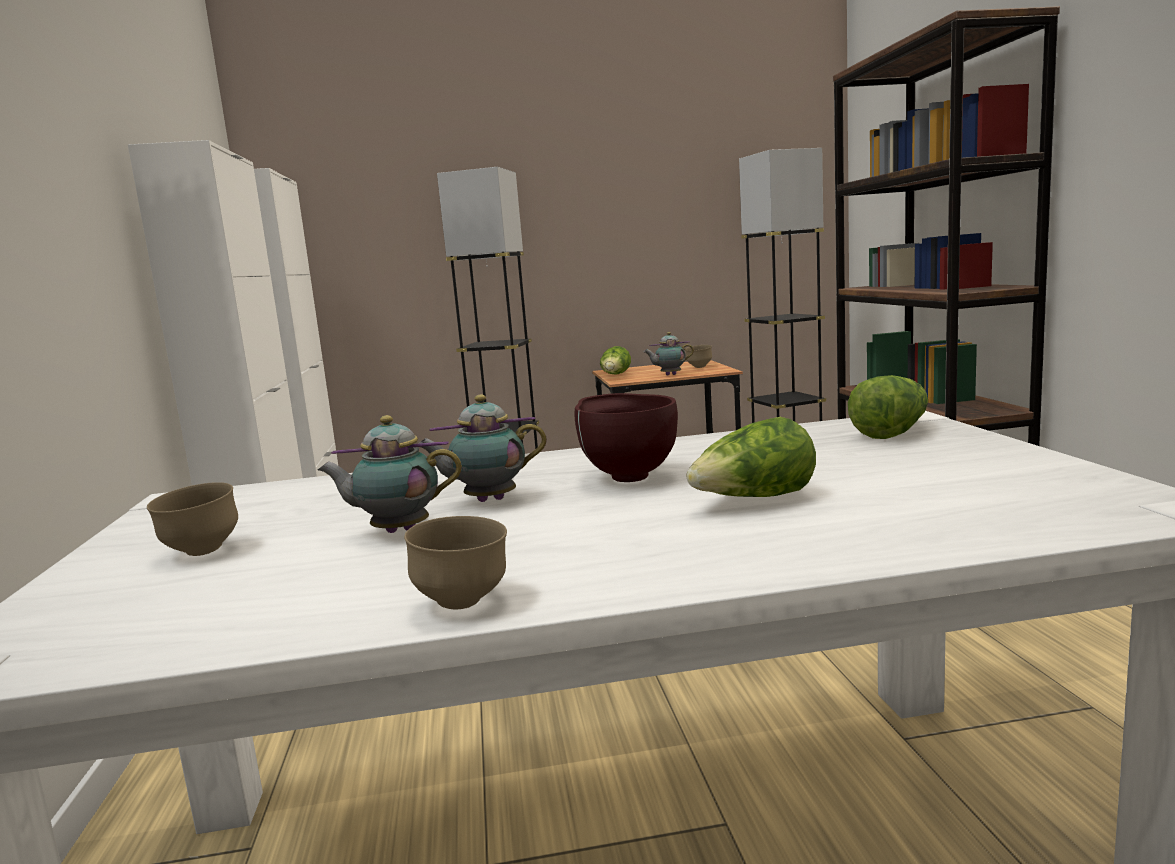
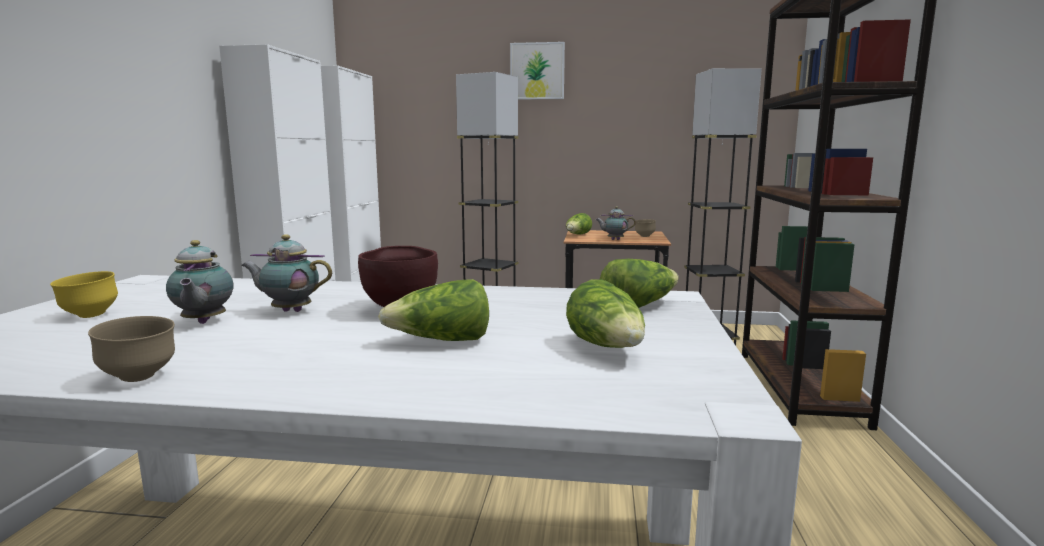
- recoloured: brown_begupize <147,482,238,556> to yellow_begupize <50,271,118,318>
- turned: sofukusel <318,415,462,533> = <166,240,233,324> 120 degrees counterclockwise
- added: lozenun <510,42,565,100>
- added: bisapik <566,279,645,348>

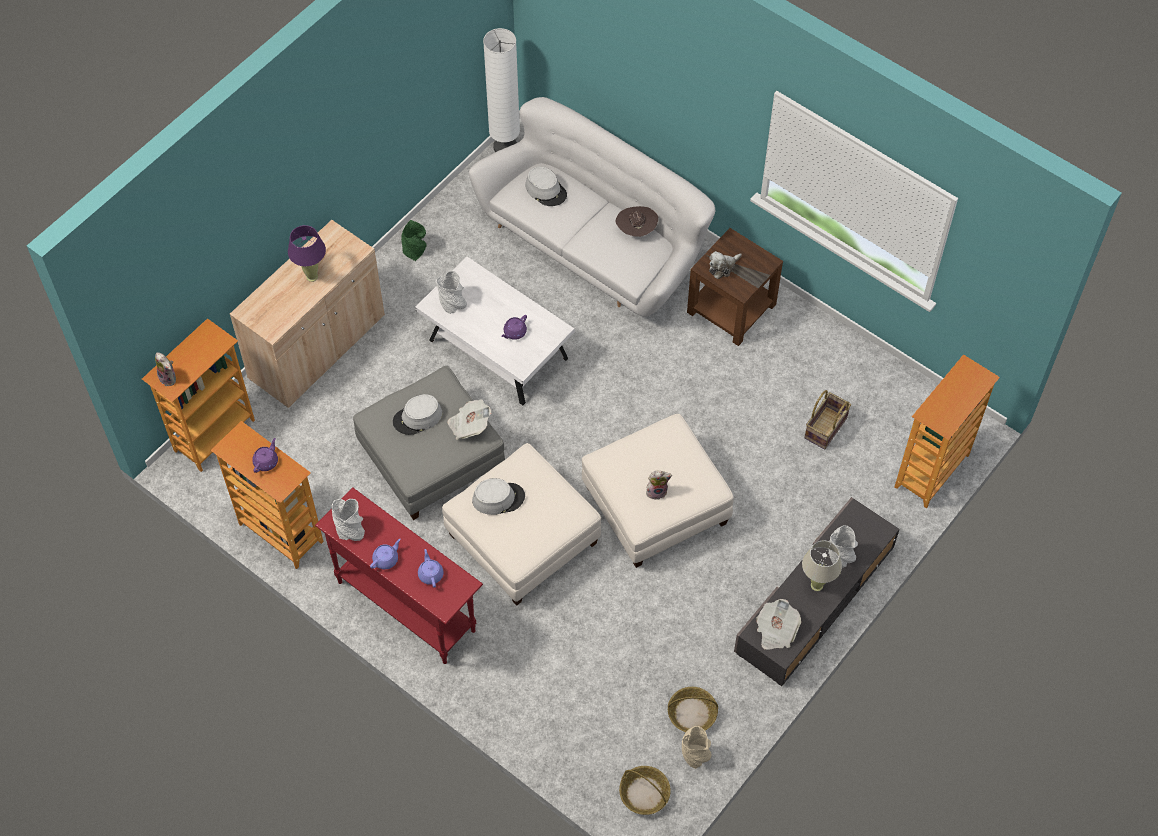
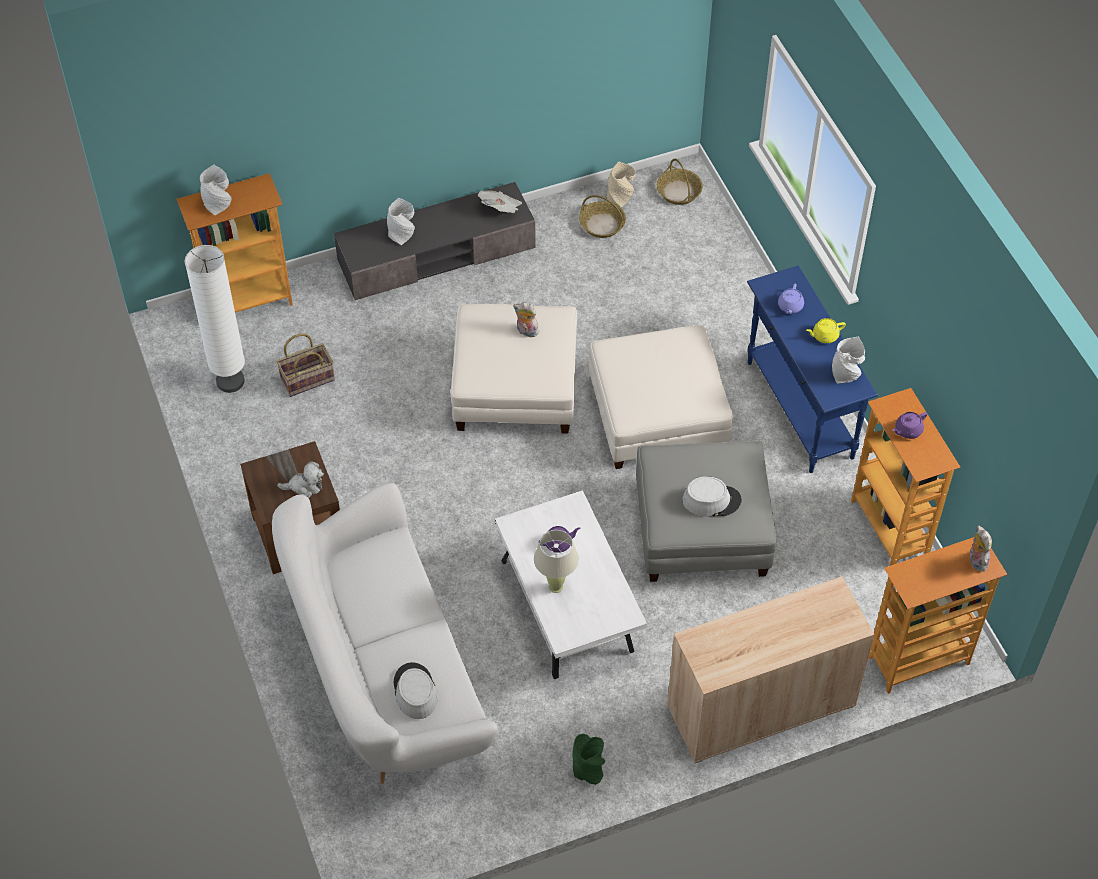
- removed: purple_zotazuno <288,225,326,282>
- recoloured: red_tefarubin <315,487,483,664> to blue_tefarubin <747,265,878,473>
- recoloured: purple_sofukusel <370,539,401,569> to yellow_sofukusel <806,318,846,343>
- moved: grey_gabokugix <436,271,467,314> to <200,165,232,215>
- removed: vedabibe <447,399,491,440>
- removed: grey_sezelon <472,478,525,515>
- moved: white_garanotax <483,28,520,152> to <185,245,245,393>
- removed: brown_sezelon <615,206,658,237>
- moved: beige_zotazuno <802,540,842,591> to <534,530,579,593>

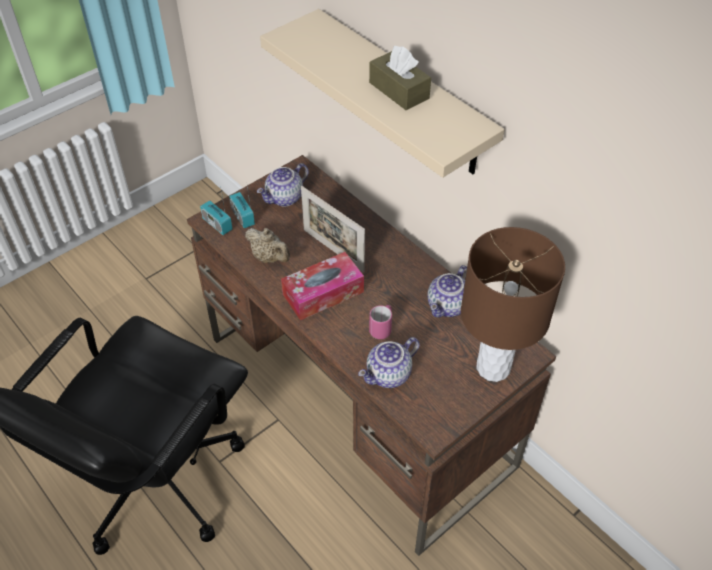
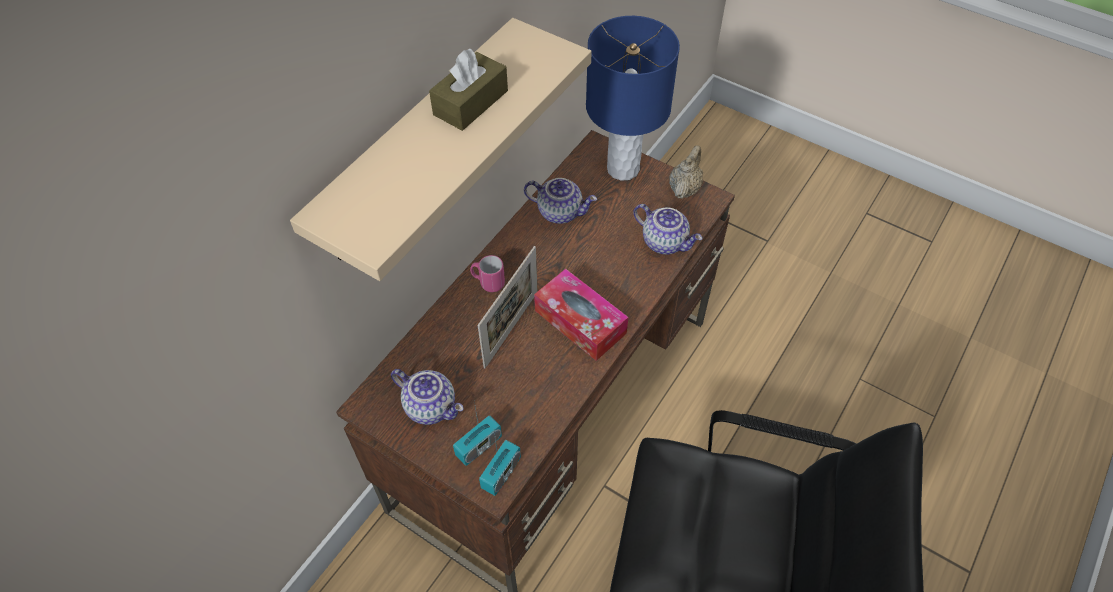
- moved: beige_sofukusel <245,228,290,263> to <669,145,703,199>
- moved: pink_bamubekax <369,305,392,339> to <470,255,505,292>
- recoloured: brown_zotazuno <461,227,565,382> to blue_zotazuno <586,16,680,181>

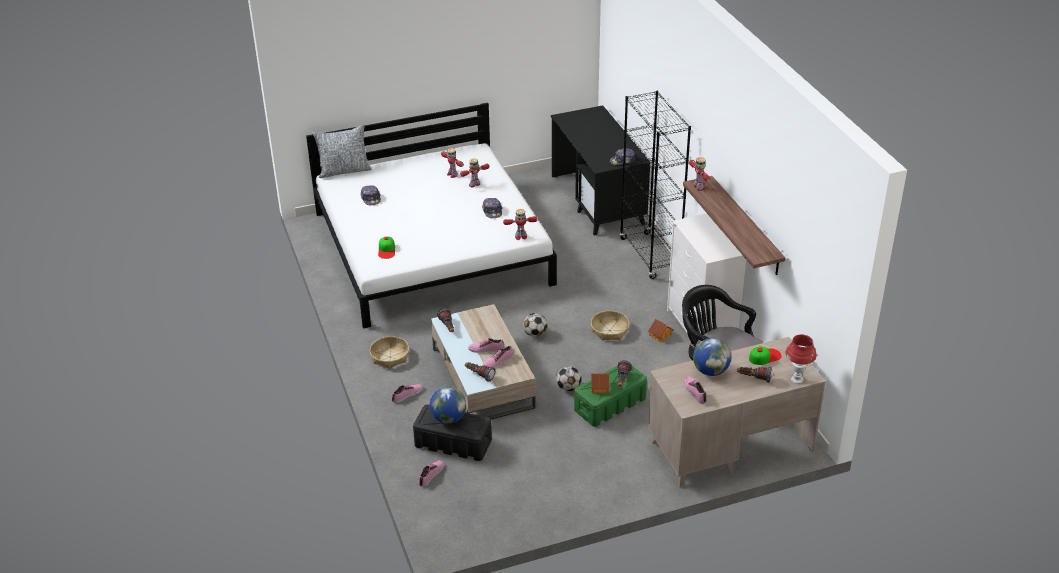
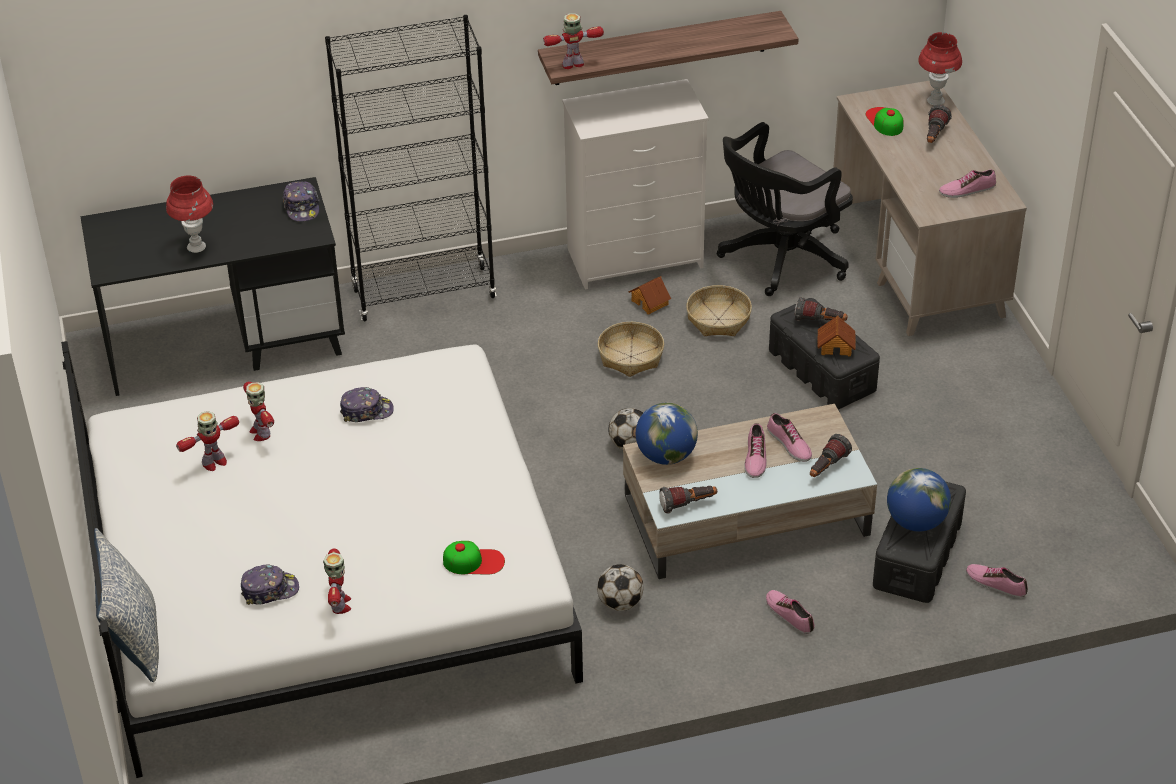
- moved: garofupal <370,336,409,369> to <686,285,752,336>
- moved: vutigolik <503,209,537,240> to <323,548,351,614>
- moved: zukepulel <556,366,581,391> to <597,564,644,611>
- recoloured: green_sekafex <574,366,647,427> to black_sekafex <769,298,880,409>
- moved: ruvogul <693,338,731,376> to <636,403,698,465>
- added: red_zotazuno <166,176,213,253>

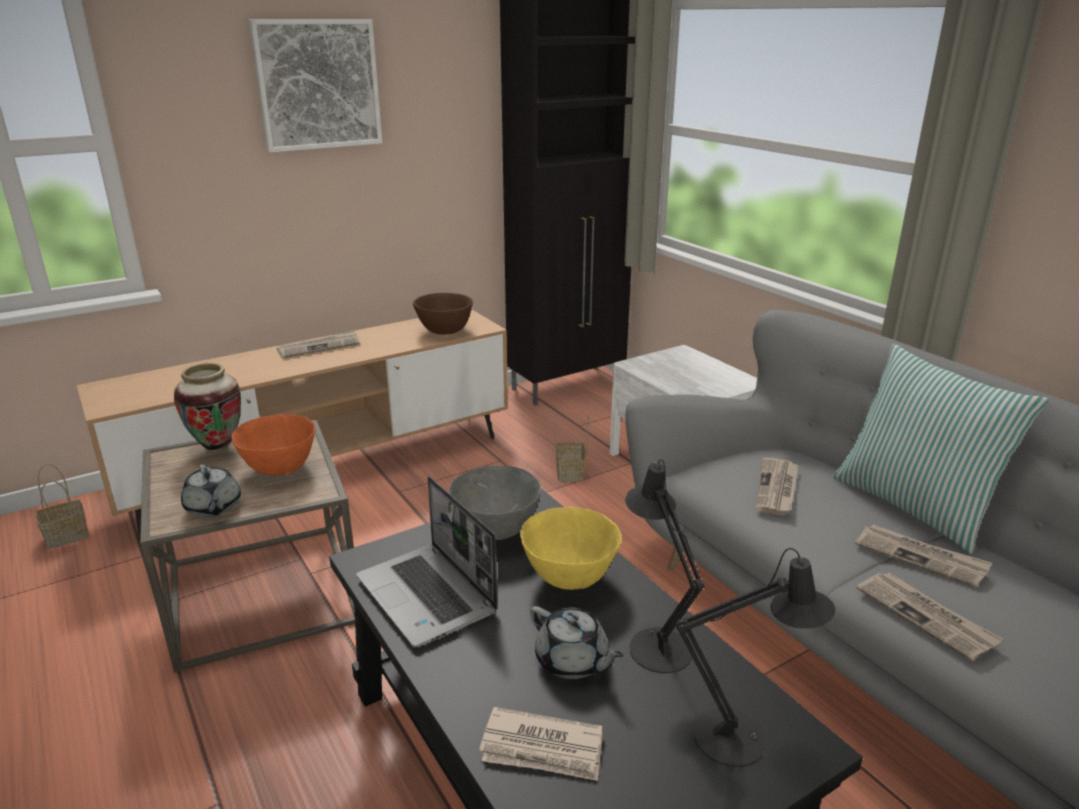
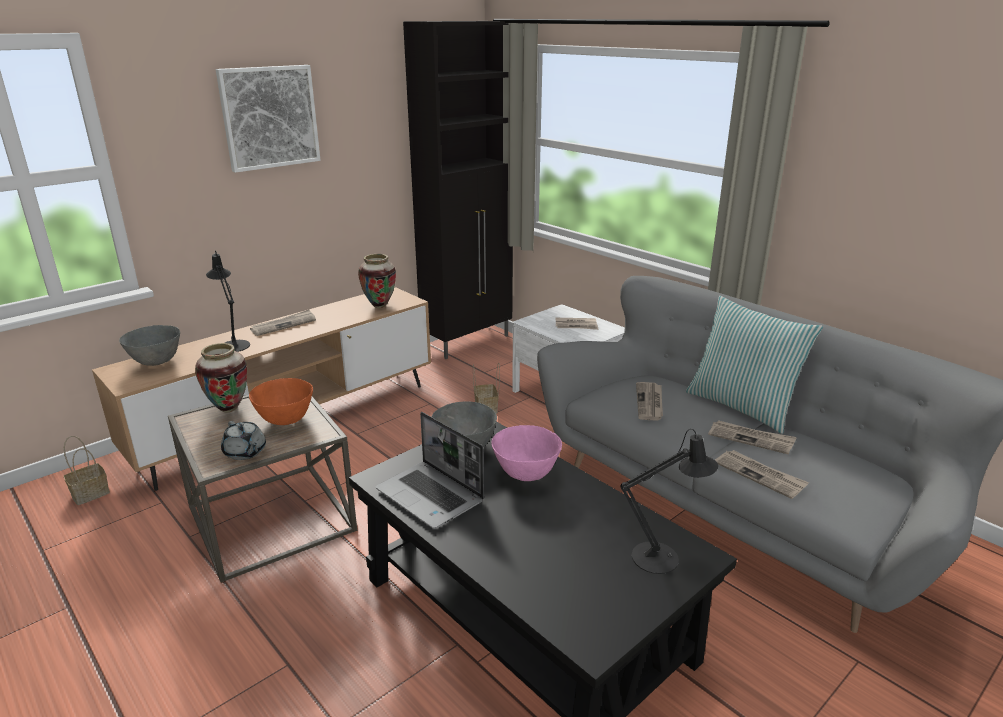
- replaced: brown_begupize <413,293,473,335> to gabokugix <358,254,396,308>
- moved: vedabibe <479,707,602,781> to <555,318,598,330>
- recoloured: yellow_begupize <520,507,622,590> to pink_begupize <491,425,562,481>
- removed: grey_sofukusel <530,606,624,679>
- moved: black_zotazuno <625,459,705,673> to <206,250,250,352>
- added: grey_begupize <119,325,180,366>

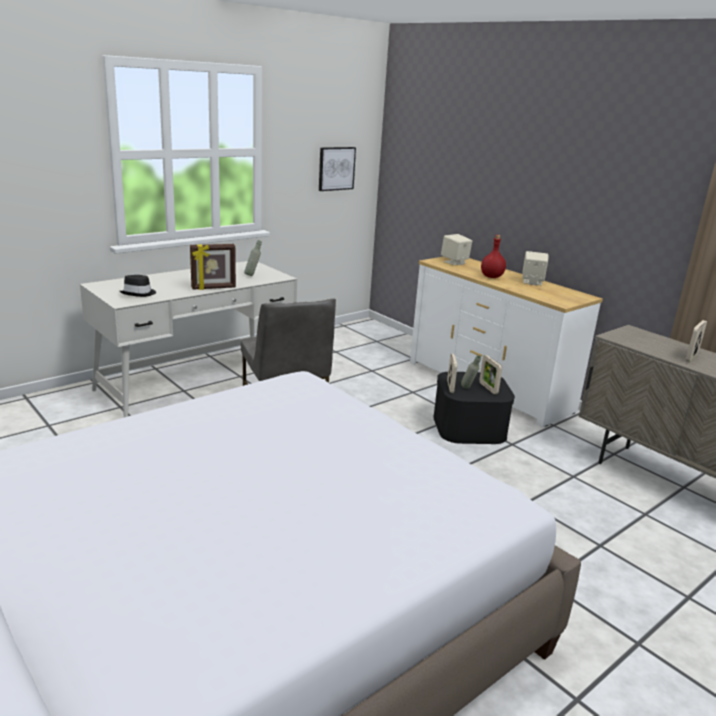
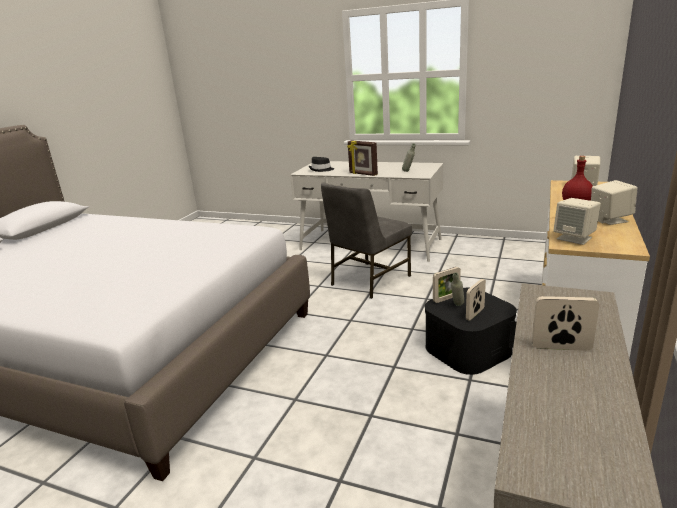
- removed: lozenun <319,147,356,191>
- added: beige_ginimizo <553,198,601,245>

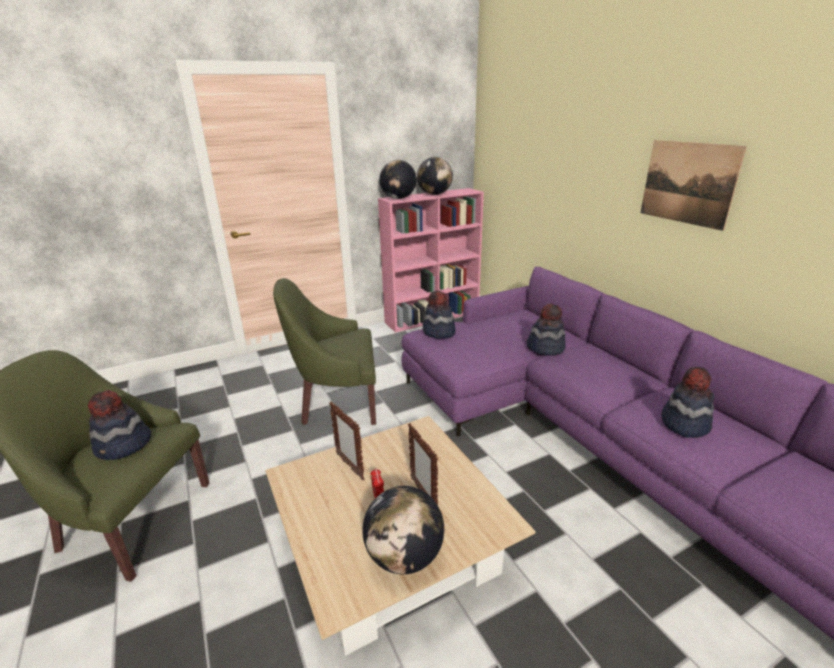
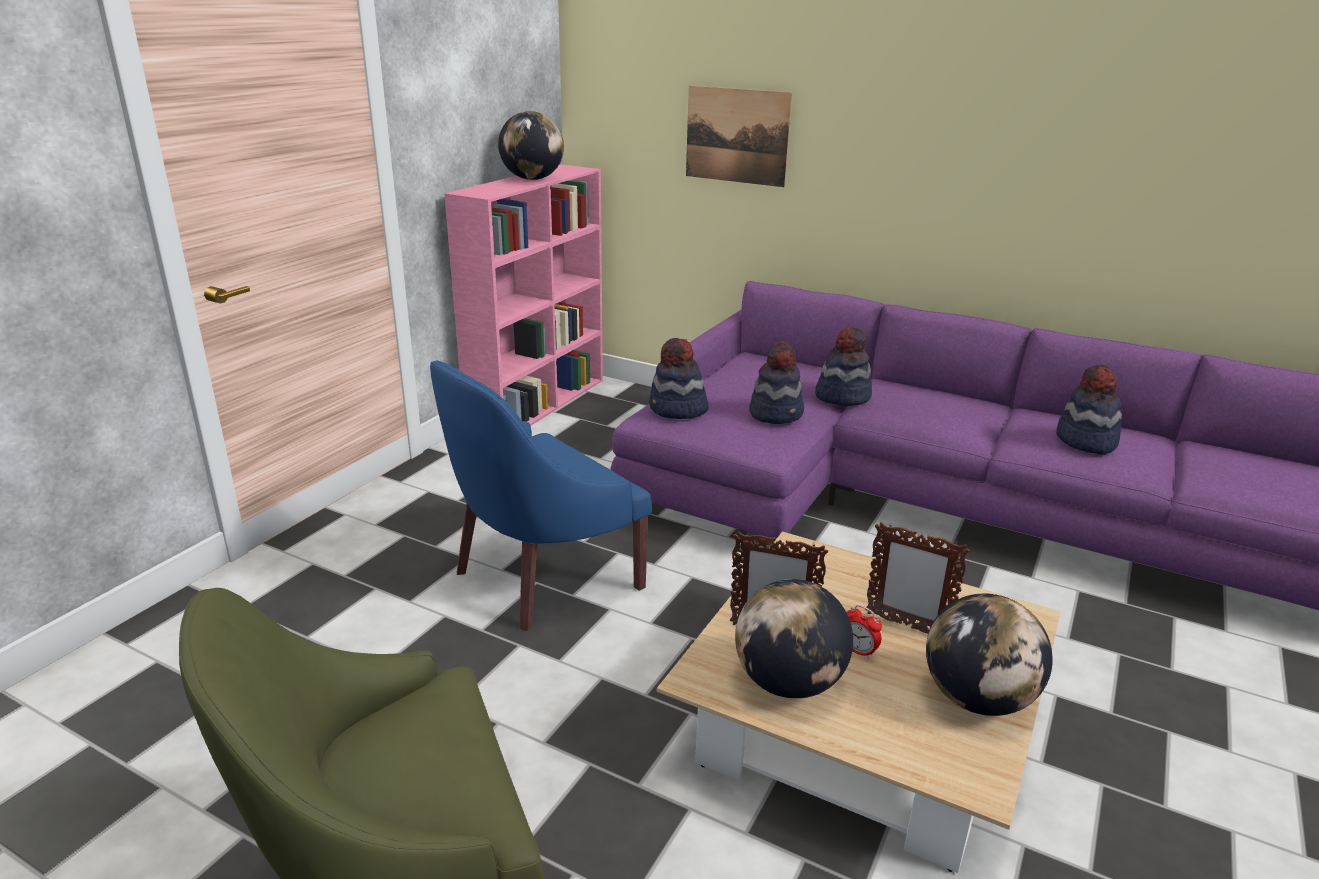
- moved: sezelon <88,390,151,460> to <749,341,804,424>
- recoloured: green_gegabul <273,278,376,425> to blue_gegabul <430,360,652,631>
- moved: ruvogul <379,160,417,199> to <735,579,853,699>
- moved: lozenun <641,140,747,231> to <686,86,792,187>

